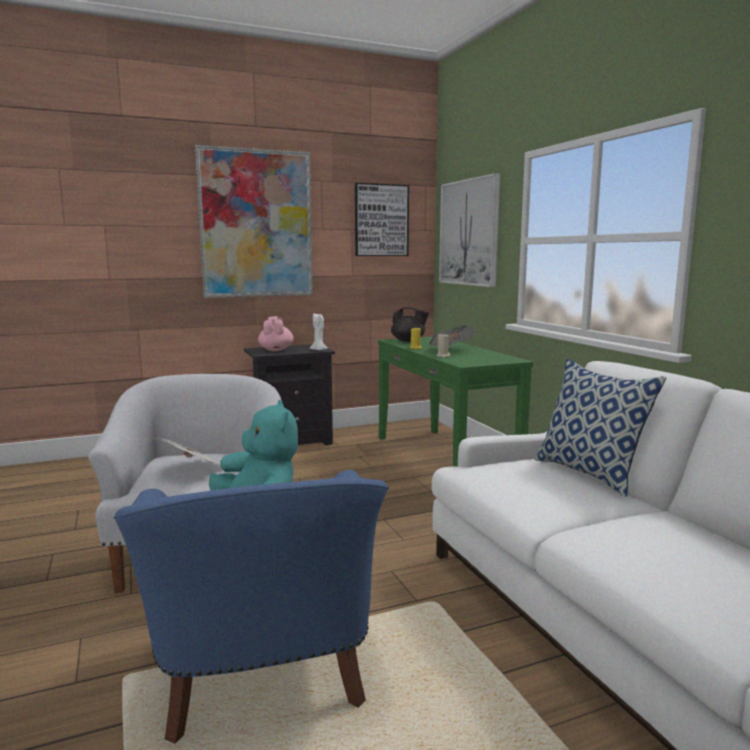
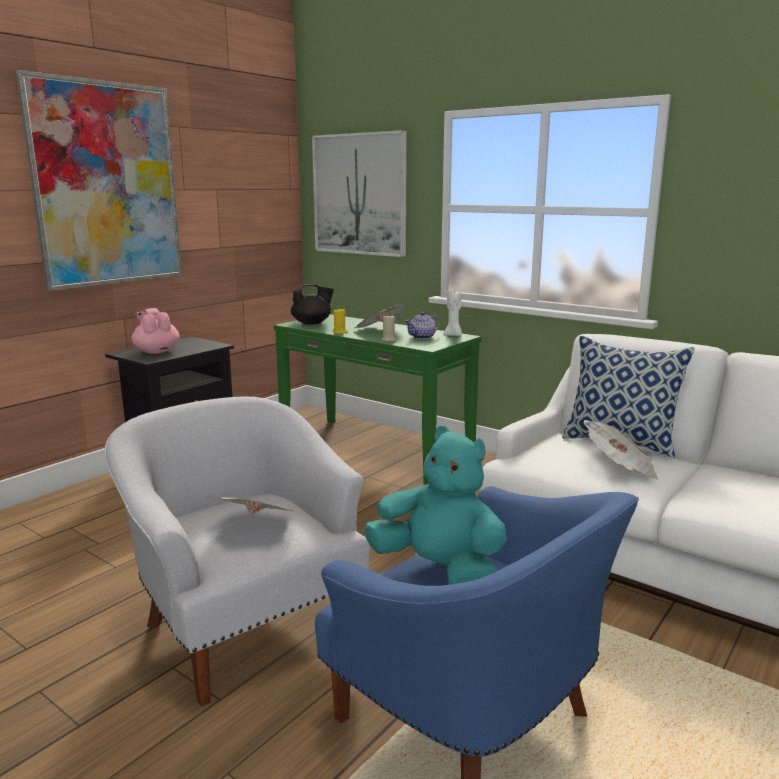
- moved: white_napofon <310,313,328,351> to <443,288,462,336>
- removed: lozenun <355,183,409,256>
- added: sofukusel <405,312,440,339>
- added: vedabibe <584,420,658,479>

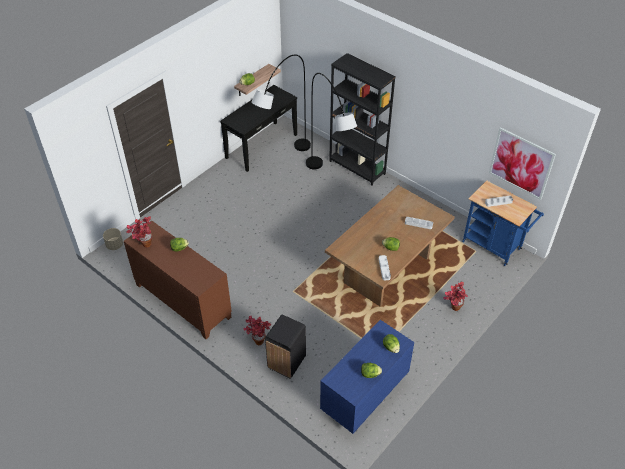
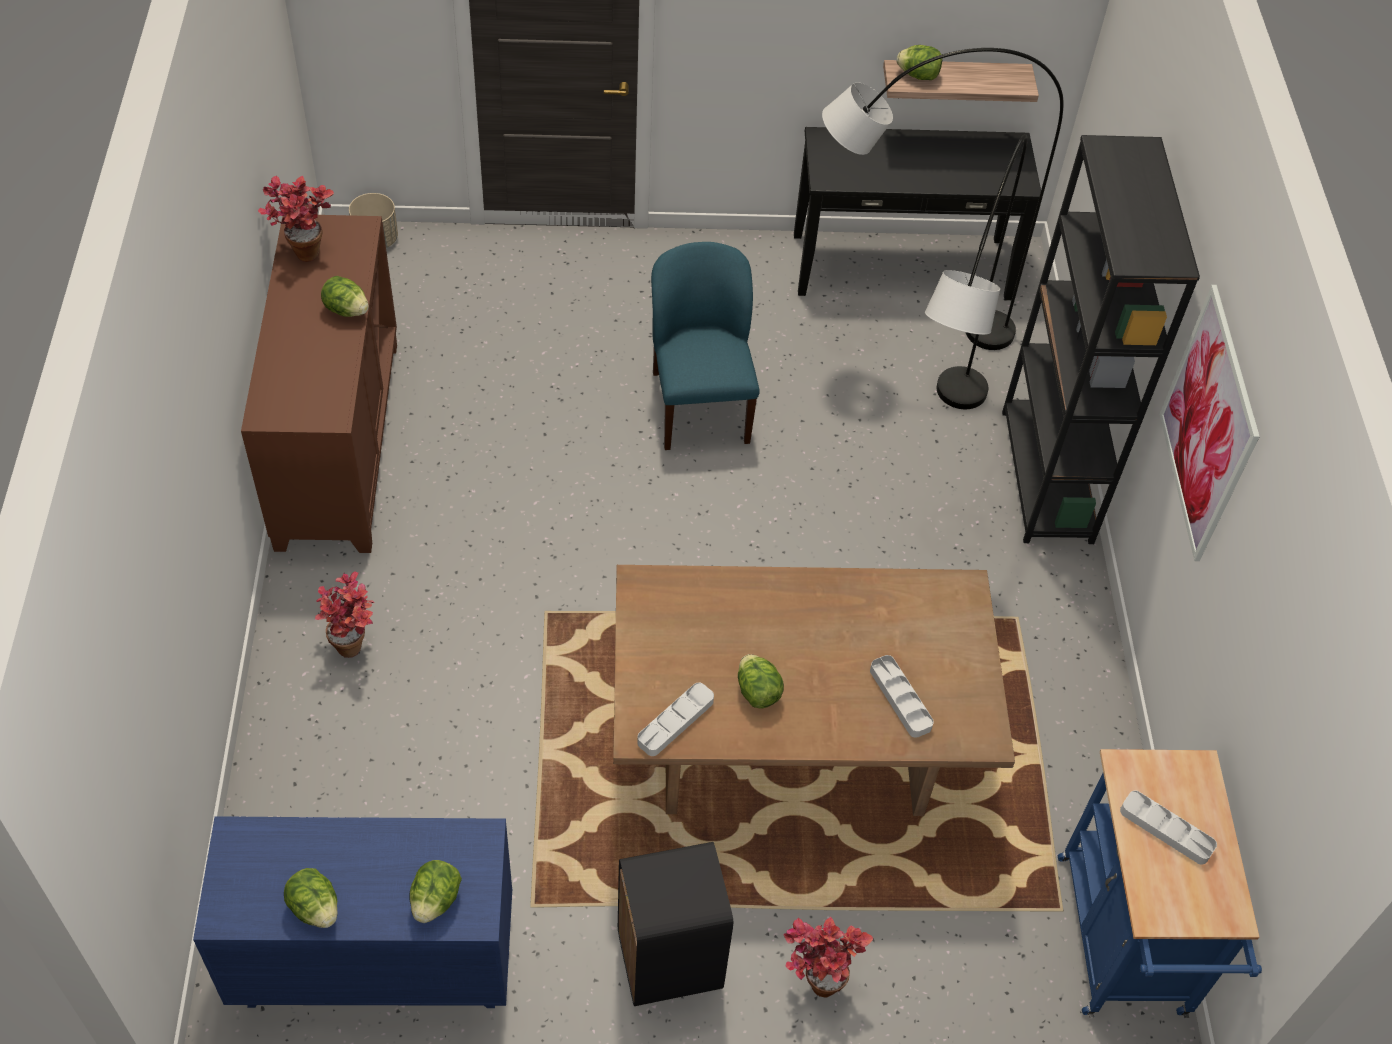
- moved: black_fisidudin <265,315,306,378> to <618,842,733,1006>
- moved: lozenun <489,127,556,200> to <1159,285,1260,561>
- added: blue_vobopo <651,242,760,450>

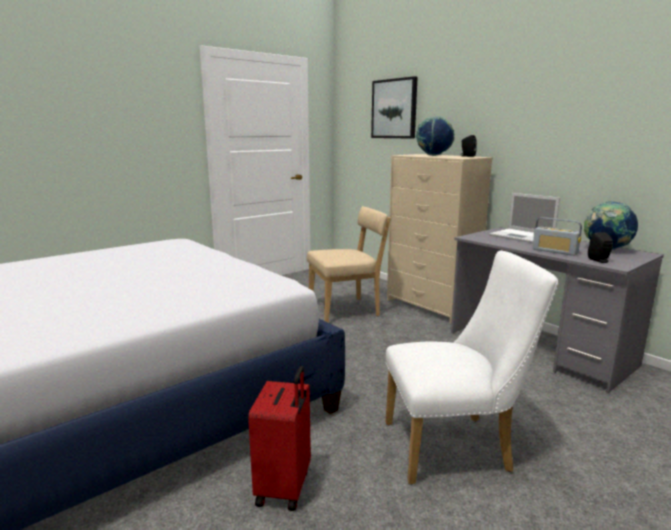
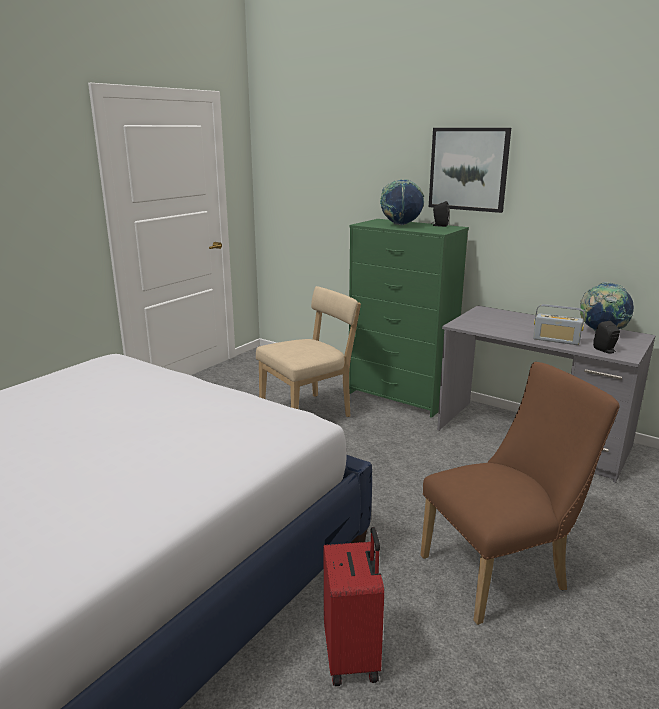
- moved: lozenun <371,76,418,139> to <429,128,511,213>
- recoloured: white_vobopo <385,251,558,484> to brown_vobopo <421,362,620,625>
- recoloured: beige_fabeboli <387,154,493,324> to green_fabeboli <349,219,469,418>
- removed: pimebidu <489,193,560,243>

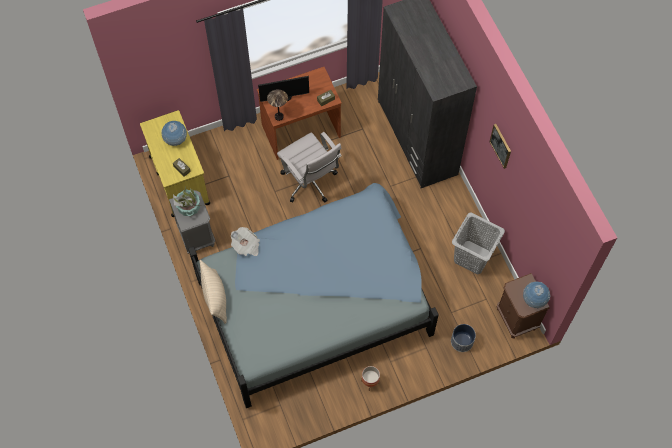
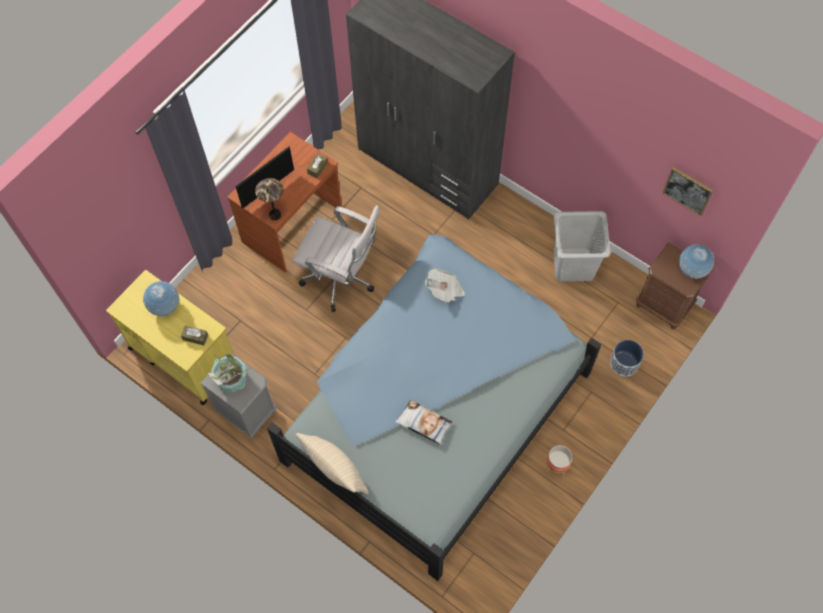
- moved: vedabibe <231,227,260,256> to <425,268,465,303>
- moved: lozenun <489,124,511,169> to <663,167,713,216>
- added: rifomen <395,400,452,445>

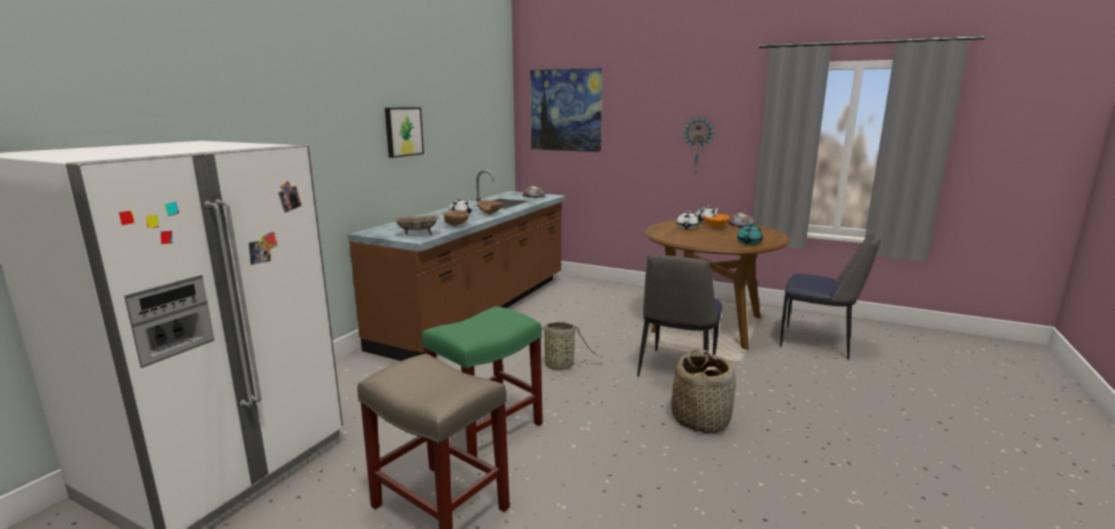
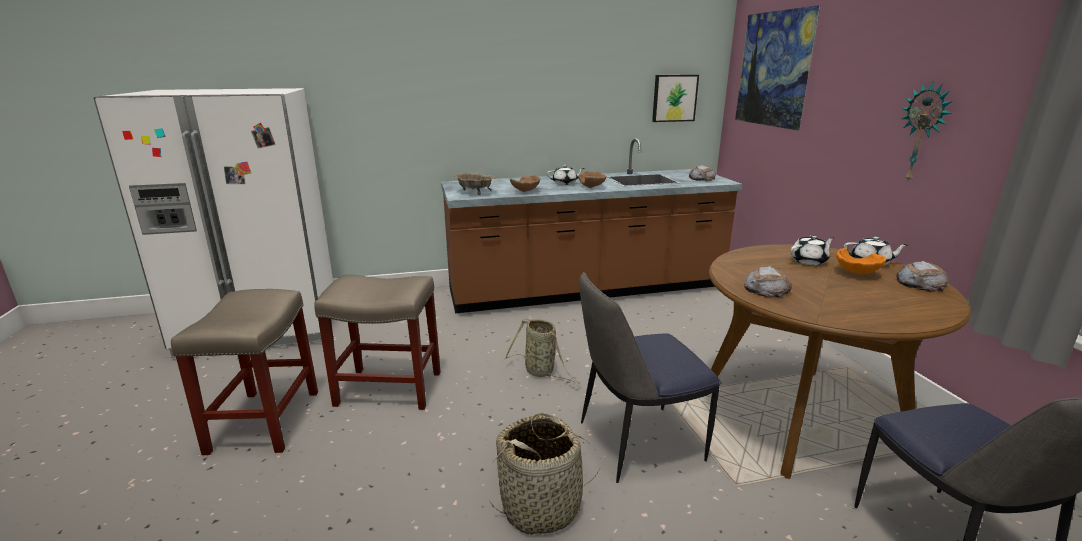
- moved: lozenun <385,107,424,158> to <652,75,699,122>
- recoloured: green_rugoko <421,306,543,457> to beige_rugoko <314,275,441,410>
- removed: turquoise_sofukusel <737,224,763,245>
- added: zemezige <744,266,792,298>

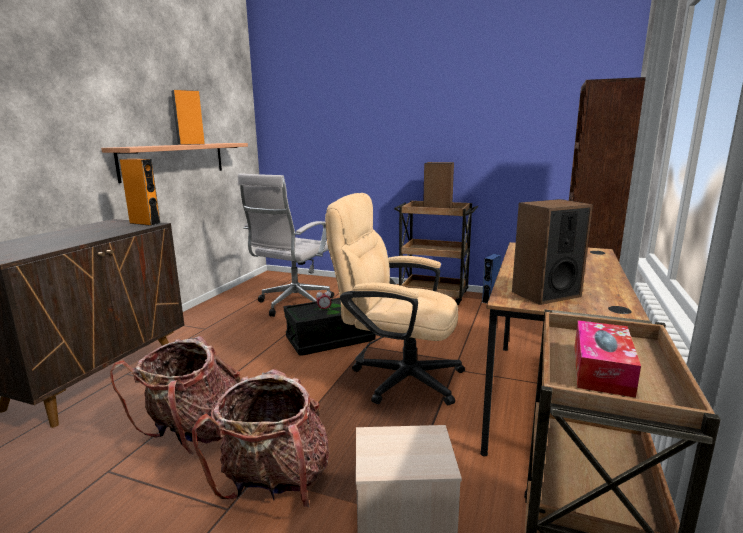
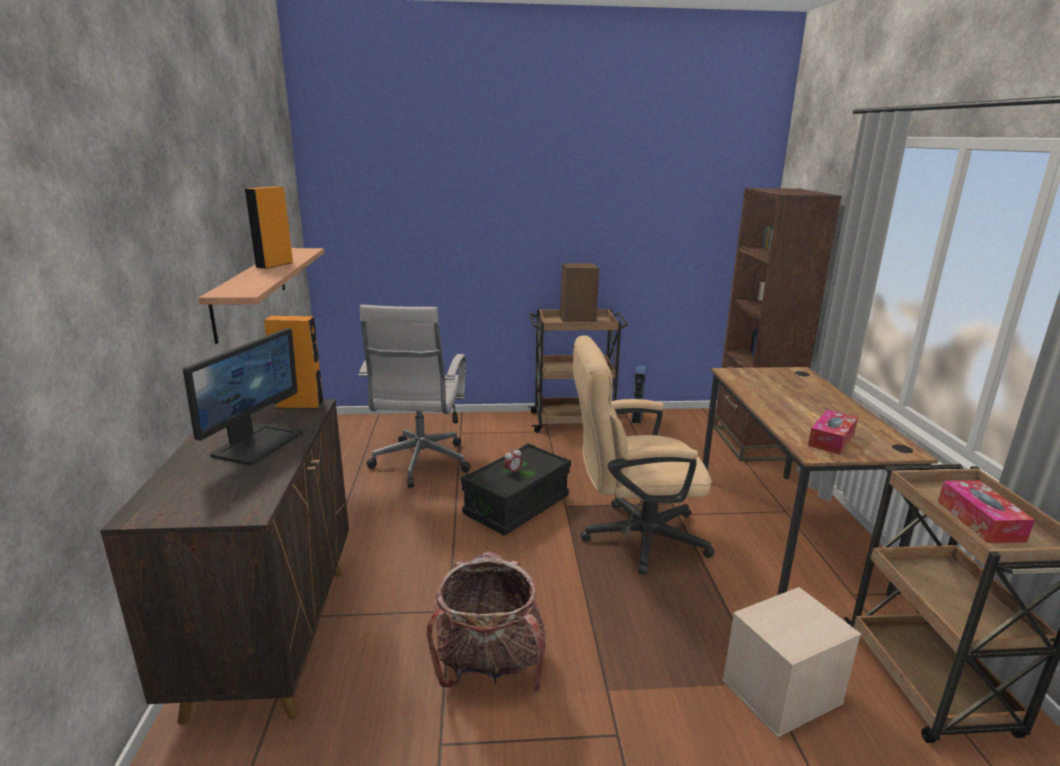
- removed: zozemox <192,369,329,507>
- replaced: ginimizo <512,199,593,305> to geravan <808,410,858,455>
- added: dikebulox <183,328,303,465>

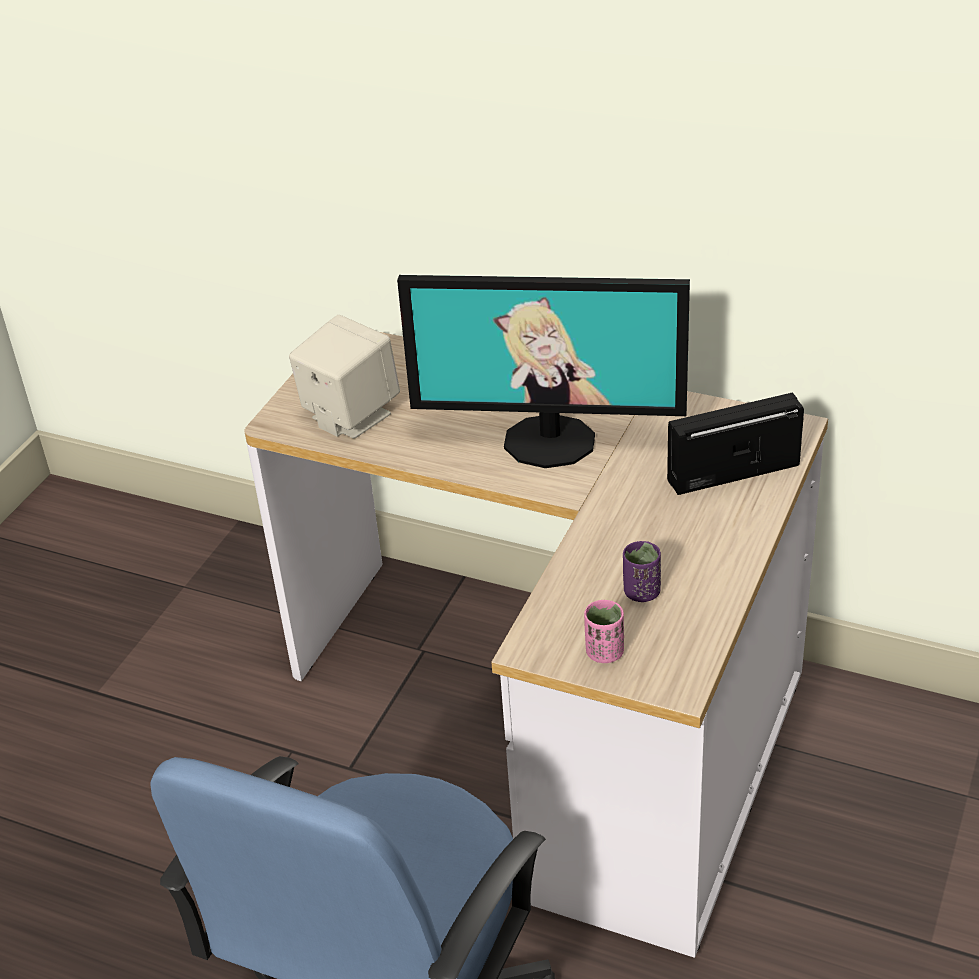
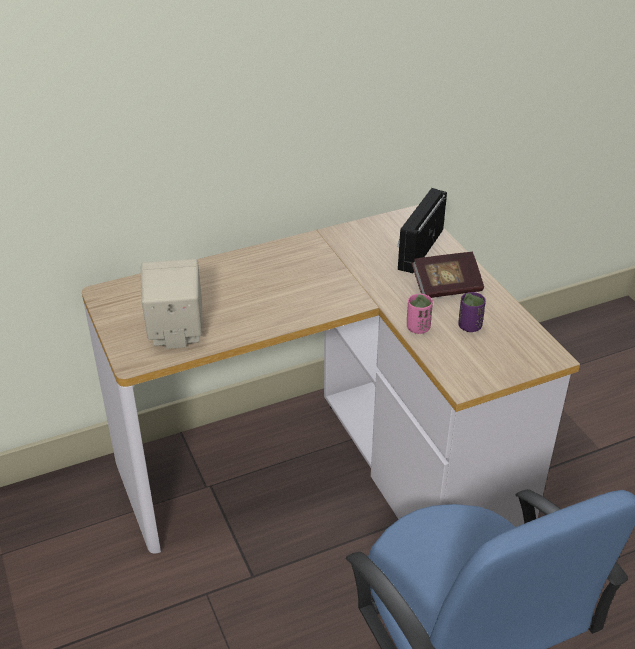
- removed: dikebulox <397,275,690,468>
- moved: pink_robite <584,600,624,663> to <407,294,433,334>
- added: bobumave <412,252,484,298>

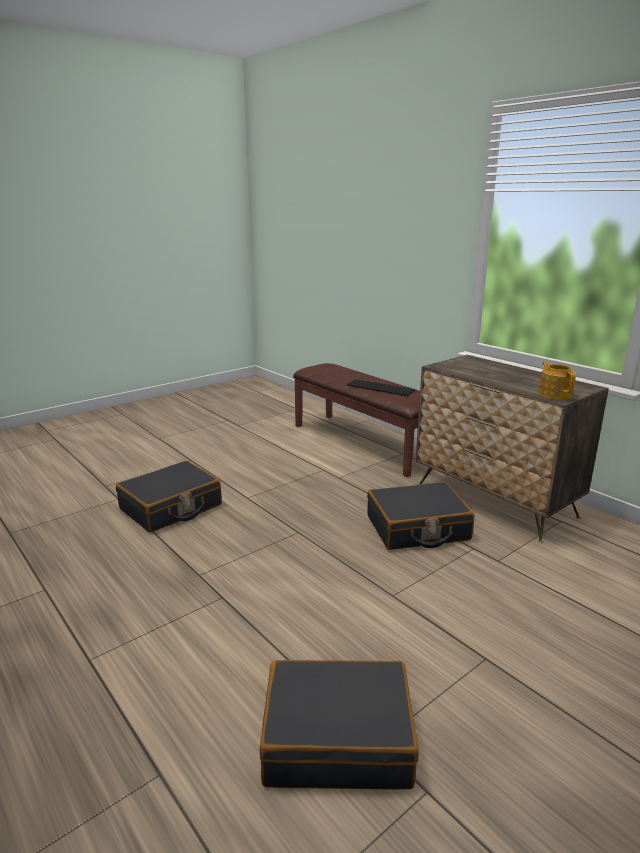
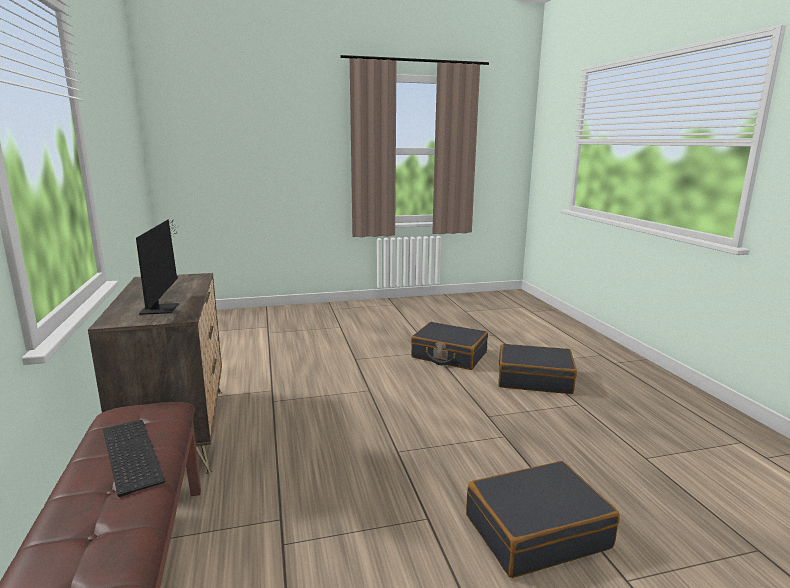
- moved: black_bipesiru <367,482,474,550> to <498,344,577,394>
- removed: sofukusel <538,361,576,400>
- added: dikebulox <136,219,178,315>

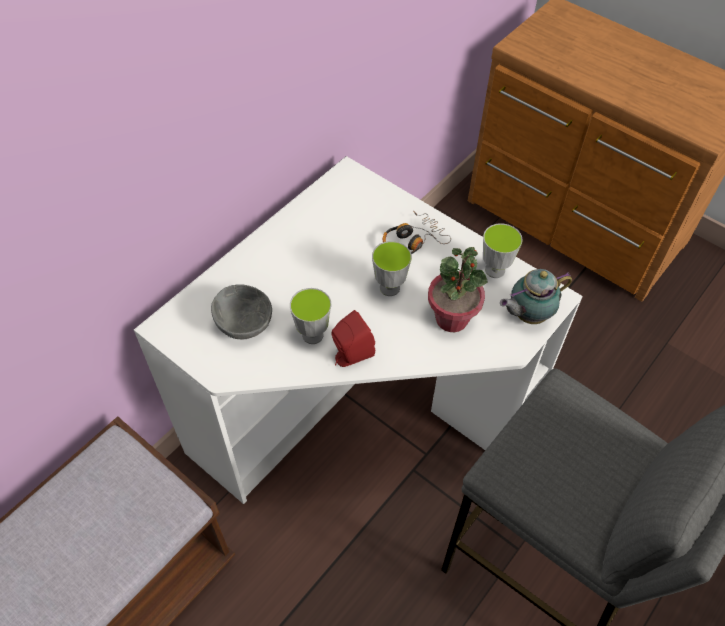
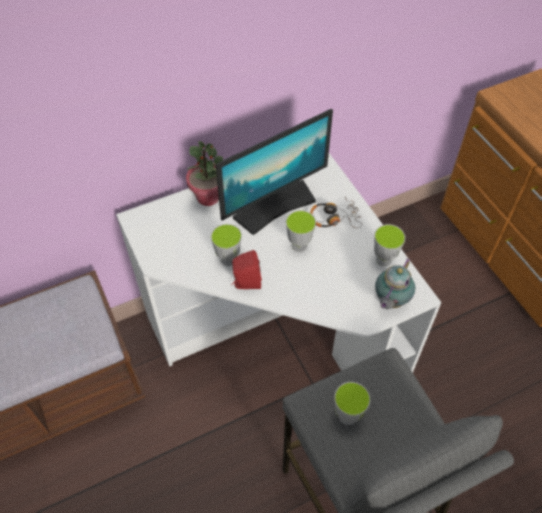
- removed: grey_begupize <211,284,272,339>
- moved: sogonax <428,247,488,332> to <186,141,223,206>
- turned: sofukusel <500,269,572,324> = <375,258,415,309> 60 degrees counterclockwise
- added: dikebulox <216,109,333,235>
- added: robite <334,382,370,425>

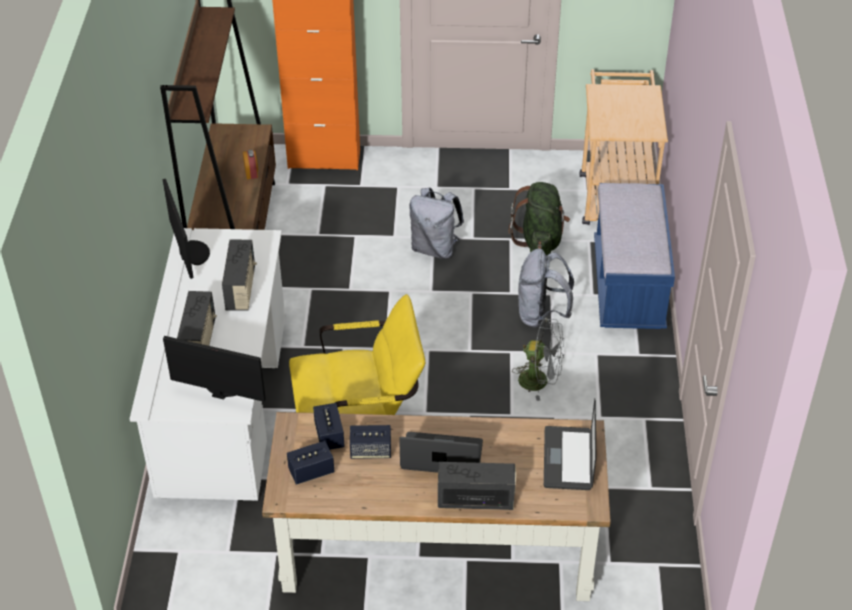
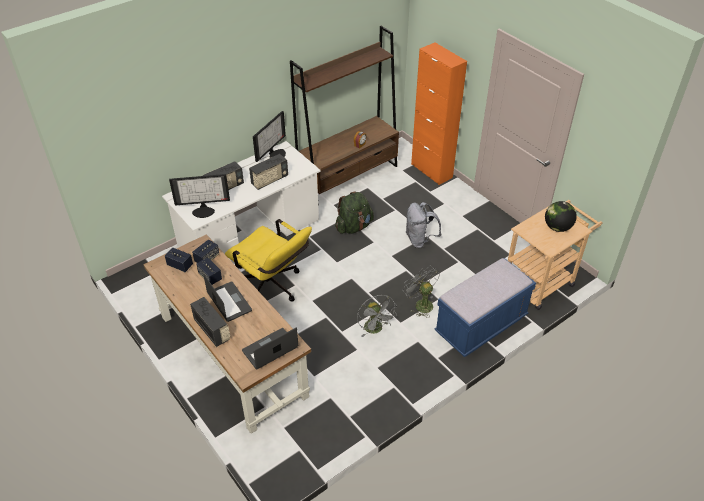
- turned: dikebulox <163,336,266,402> = <169,174,230,218> 105 degrees clockwise
- moved: green_zozemox <509,182,570,256> to <335,191,374,234>
- replaced: grey_zozemox <518,249,574,328> to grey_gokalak <403,266,440,318>
- added: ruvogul <545,201,577,232>

